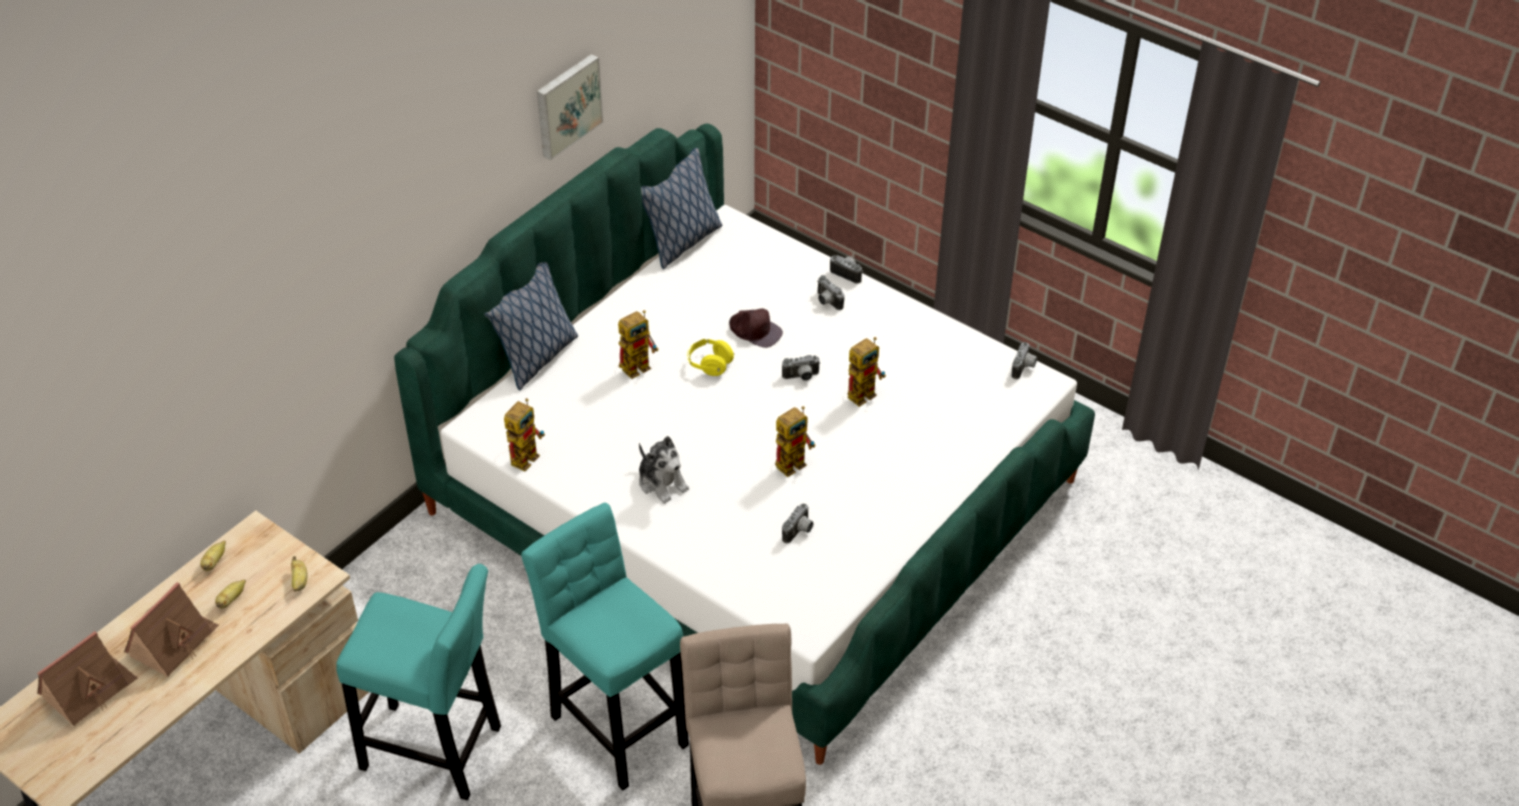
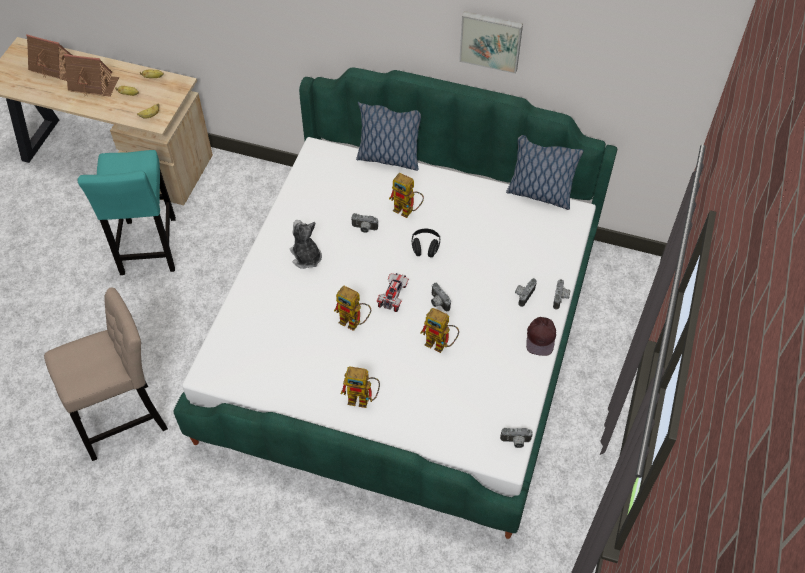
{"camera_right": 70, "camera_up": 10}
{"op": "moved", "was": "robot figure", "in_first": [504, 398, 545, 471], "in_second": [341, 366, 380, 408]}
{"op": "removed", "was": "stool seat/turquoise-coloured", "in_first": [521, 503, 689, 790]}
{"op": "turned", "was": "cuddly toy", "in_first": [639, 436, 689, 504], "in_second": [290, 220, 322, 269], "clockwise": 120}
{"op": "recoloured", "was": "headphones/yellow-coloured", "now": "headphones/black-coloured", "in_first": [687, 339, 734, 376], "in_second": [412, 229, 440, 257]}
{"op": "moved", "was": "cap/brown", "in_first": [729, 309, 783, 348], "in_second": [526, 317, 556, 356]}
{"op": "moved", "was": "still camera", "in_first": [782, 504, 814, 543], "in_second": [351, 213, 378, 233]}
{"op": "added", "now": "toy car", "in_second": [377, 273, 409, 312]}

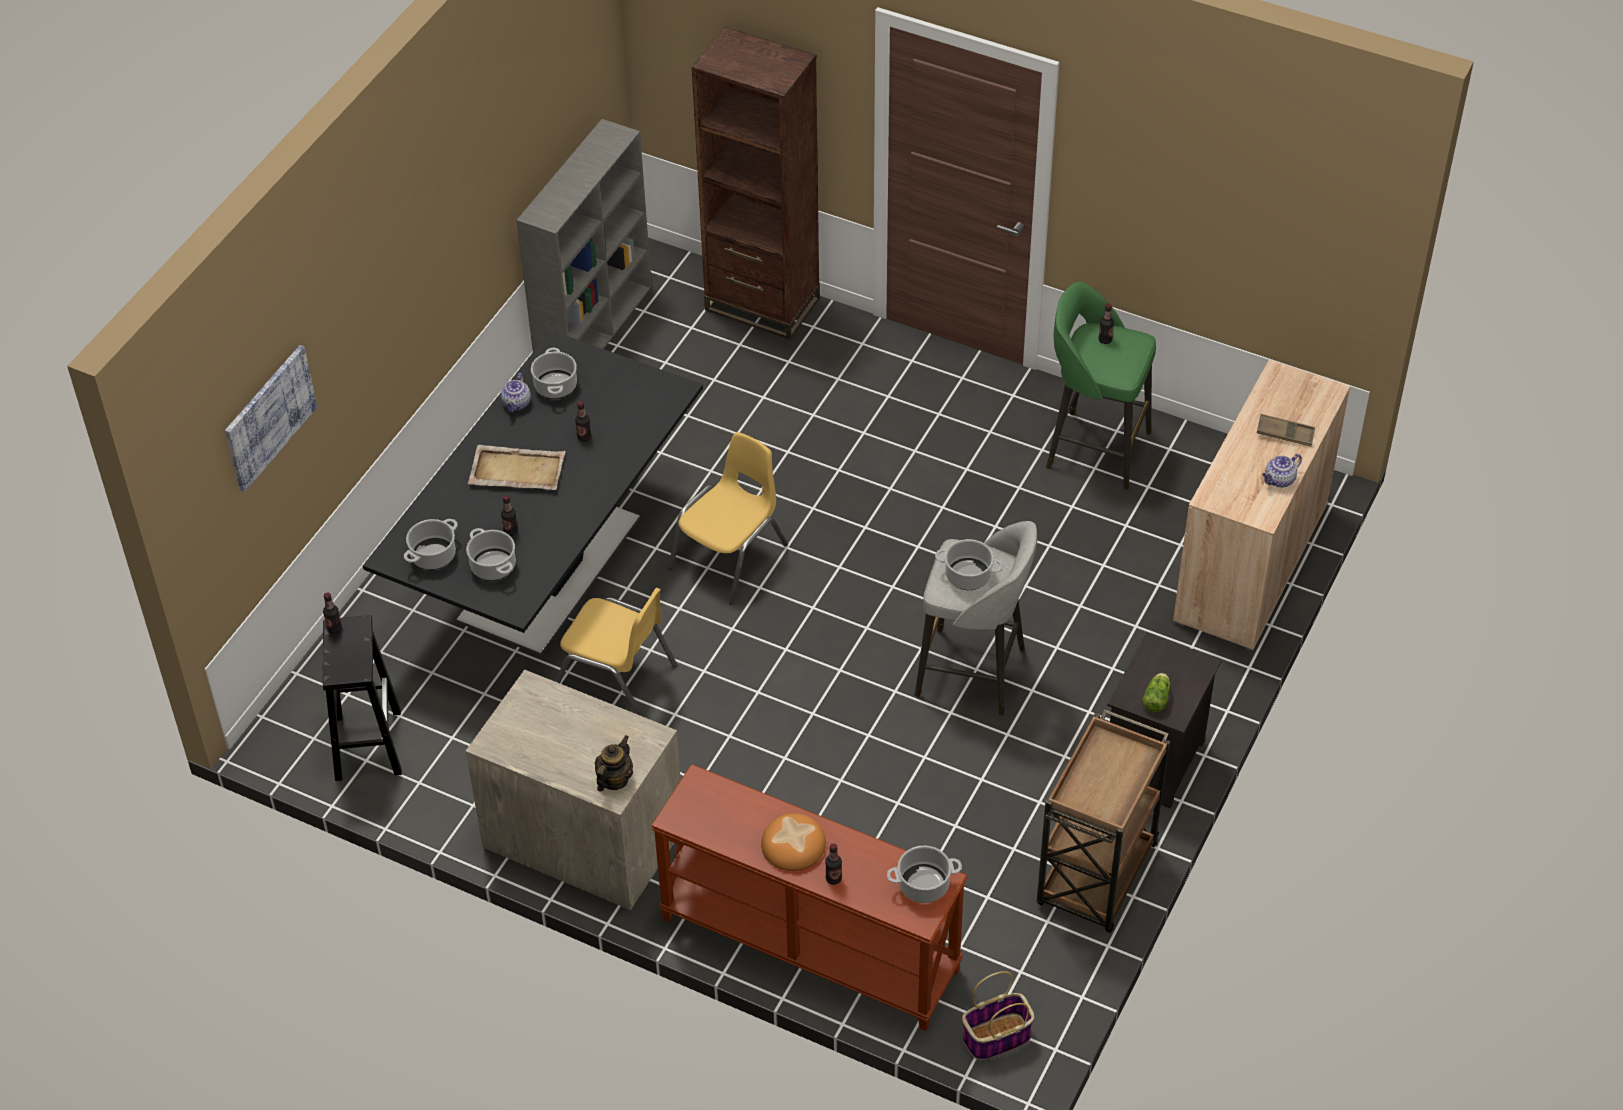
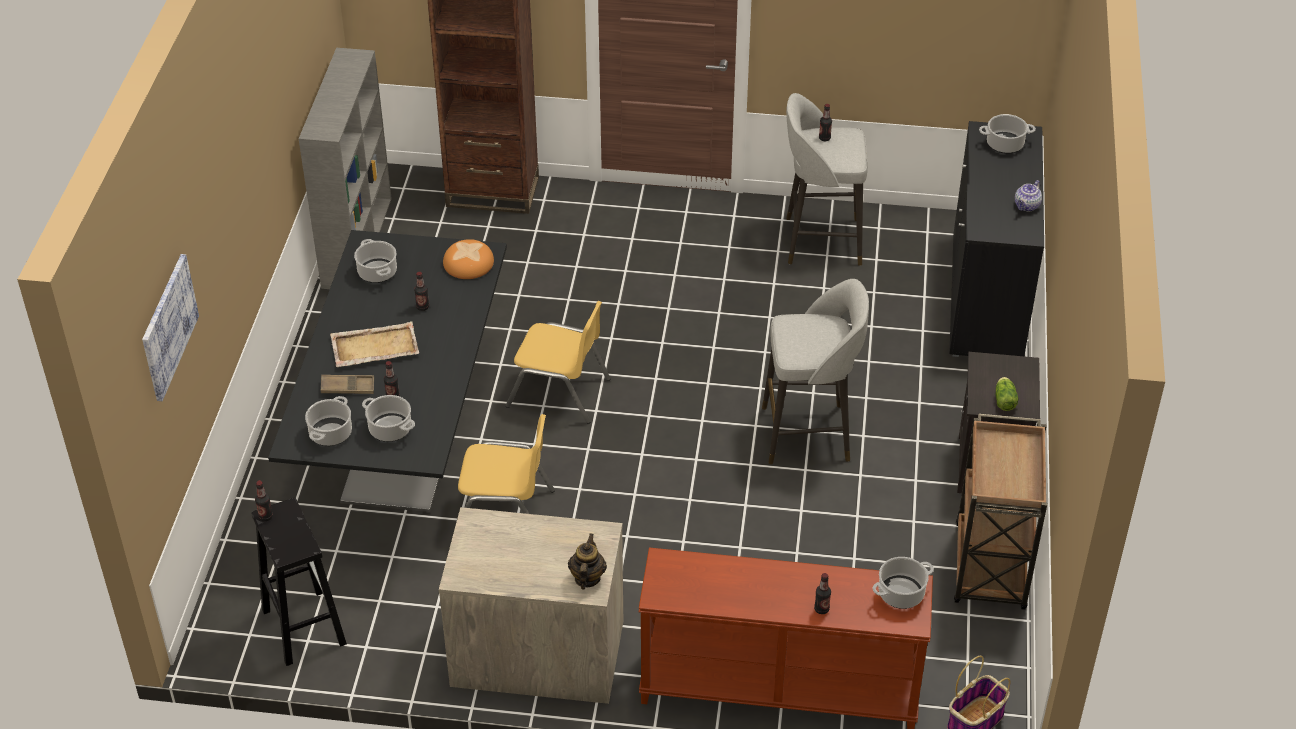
{"camera_right": -20, "camera_up": -5}
{"op": "removed", "was": "teapot", "in_first": [501, 373, 531, 412]}
{"op": "turned", "was": "plain chair/yellow-coloured", "in_first": [668, 432, 788, 605], "in_second": [506, 301, 611, 424], "clockwise": 90}
{"op": "moved", "was": "baked bread", "in_first": [761, 813, 826, 871], "in_second": [443, 239, 494, 279]}
{"op": "moved", "was": "cooking pot", "in_first": [935, 539, 1003, 590], "in_second": [979, 114, 1036, 154]}
{"op": "recoloured", "was": "stool seat/greenish", "now": "stool seat/greyish", "in_first": [1046, 282, 1156, 490], "in_second": [786, 93, 868, 266]}
{"op": "recoloured", "was": "cabinet/beige", "now": "cabinet/black-coloured", "in_first": [1173, 360, 1350, 651], "in_second": [949, 121, 1044, 357]}
{"op": "moved", "was": "serving tray/brown", "in_first": [1257, 414, 1315, 447], "in_second": [321, 375, 374, 394]}

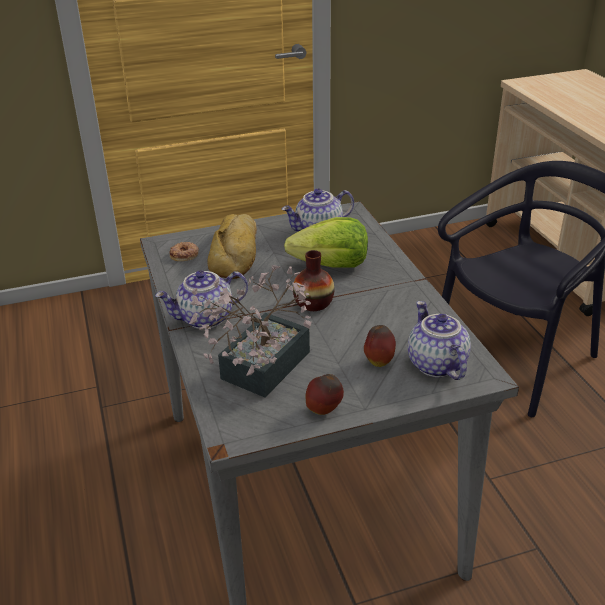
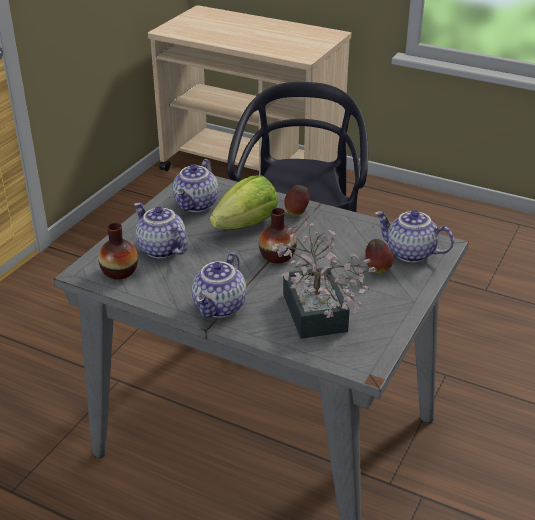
{"camera_right": -45, "camera_up": 0}
{"op": "replaced", "was": "ring doughnut", "now": "decorative vase", "in_first": [169, 242, 199, 261], "in_second": [98, 223, 138, 280]}
{"op": "replaced", "was": "baked bread", "now": "teapot", "in_first": [208, 214, 257, 279], "in_second": [134, 203, 187, 258]}
{"op": "moved", "was": "apple fruit", "in_first": [306, 374, 344, 415], "in_second": [284, 185, 310, 216]}

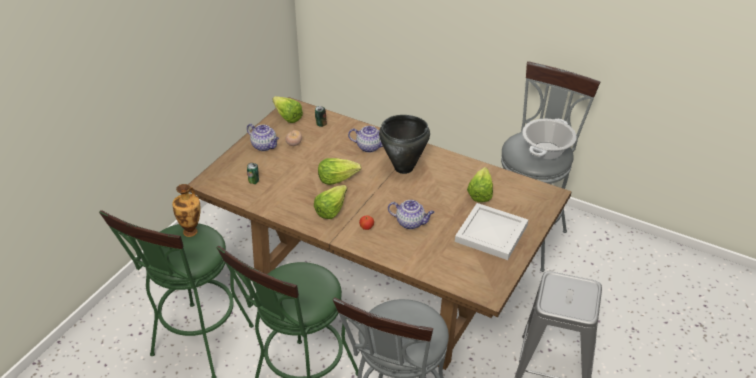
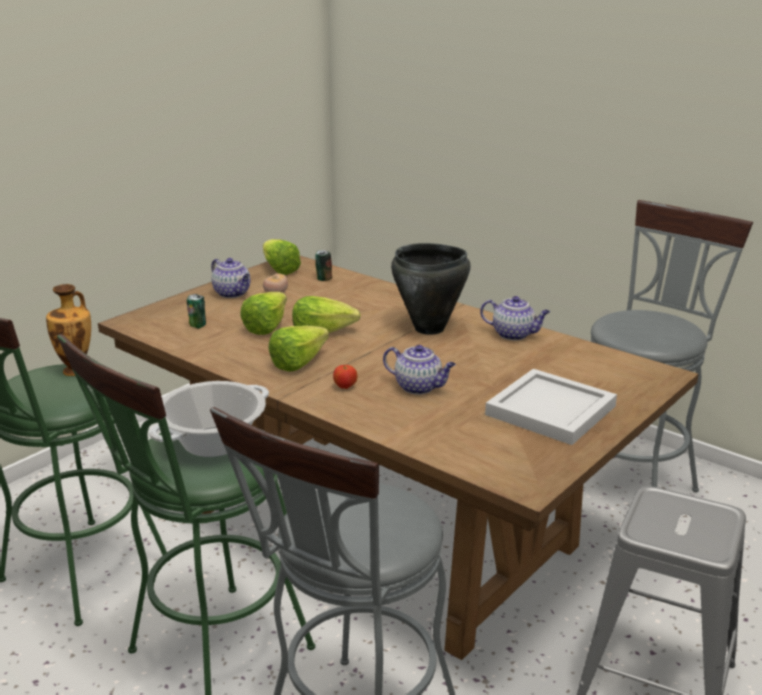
{"camera_right": 10, "camera_up": -15}
{"op": "moved", "was": "teapot", "in_first": [348, 126, 383, 153], "in_second": [480, 296, 550, 341]}
{"op": "moved", "was": "head of lettuce", "in_first": [467, 167, 493, 202], "in_second": [240, 292, 287, 335]}
{"op": "moved", "was": "cooking pot", "in_first": [522, 119, 577, 159], "in_second": [149, 381, 269, 457]}

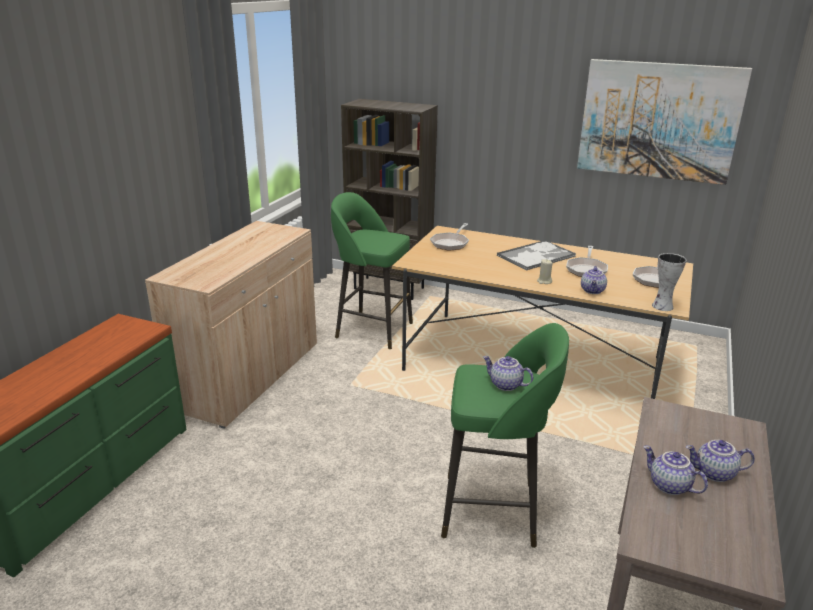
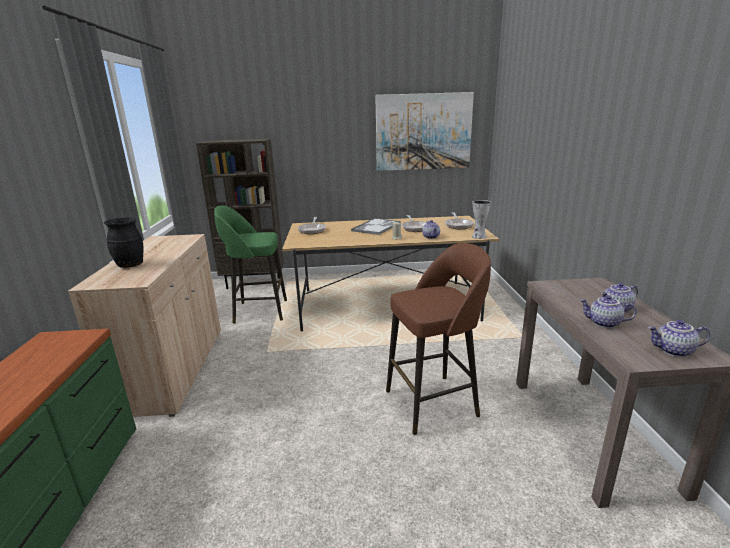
{"camera_right": -25, "camera_up": -5}
{"op": "recoloured", "was": "stool seat/greenish", "now": "stool seat/brown", "in_first": [441, 323, 569, 548], "in_second": [386, 243, 491, 435]}
{"op": "moved", "was": "teapot", "in_first": [483, 356, 533, 391], "in_second": [648, 320, 710, 357]}
{"op": "added", "now": "decorative vase/black-coloured", "in_second": [104, 217, 144, 268]}

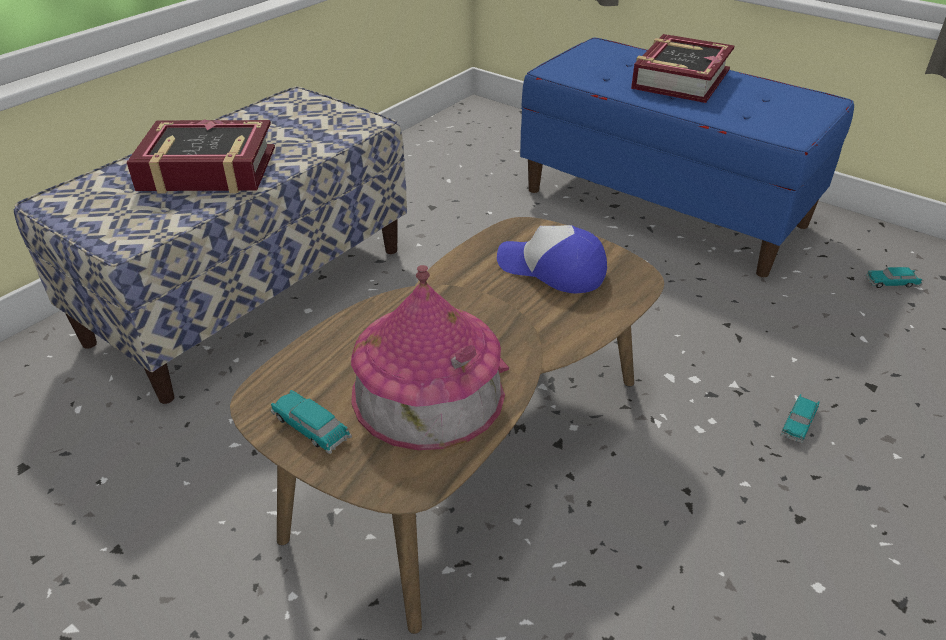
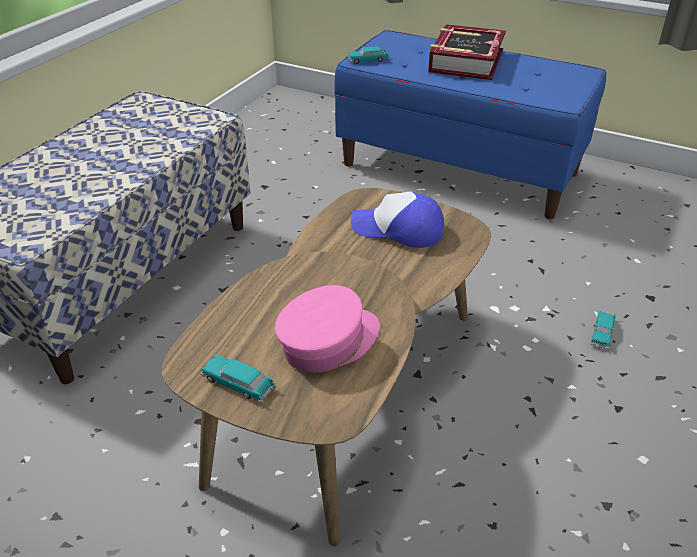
{"camera_right": -10, "camera_up": 0}
{"op": "removed", "was": "book", "in_first": [127, 119, 275, 193]}
{"op": "replaced", "was": "toy house", "now": "cap/pink-coloured", "in_first": [351, 265, 509, 450], "in_second": [275, 285, 380, 373]}
{"op": "moved", "was": "toy car", "in_first": [865, 267, 922, 288], "in_second": [348, 47, 390, 64]}

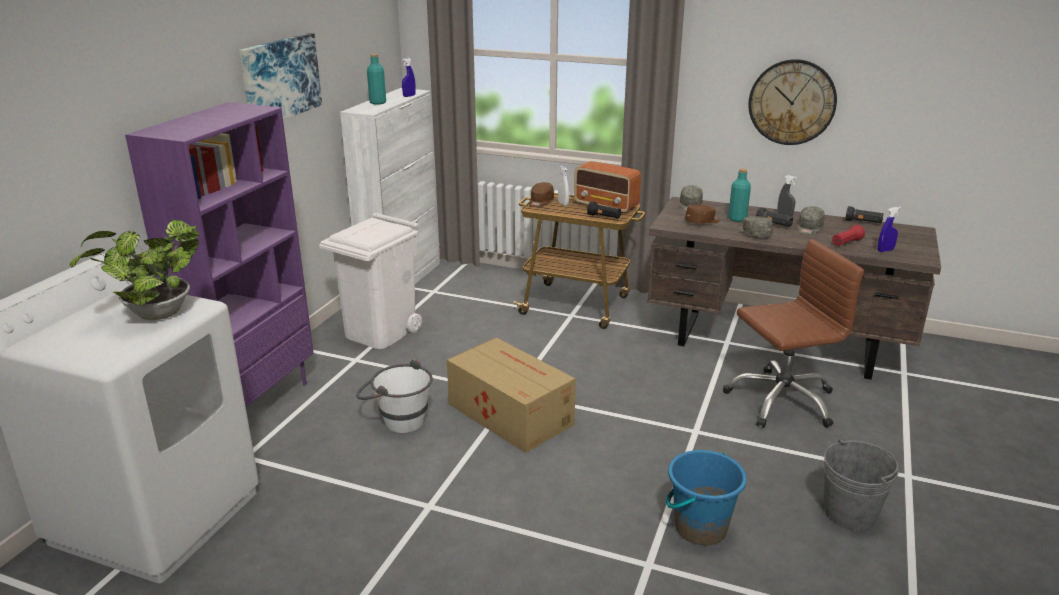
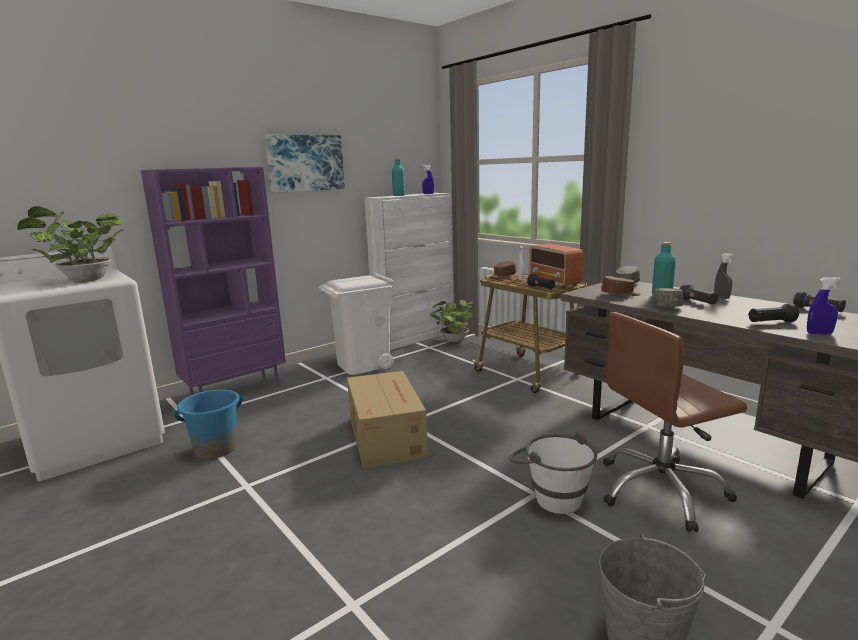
{"camera_right": 30, "camera_up": -10}
{"op": "moved", "was": "water bucket/whitish", "in_first": [356, 359, 433, 433], "in_second": [509, 432, 597, 514]}
{"op": "moved", "was": "water bucket/bluish", "in_first": [665, 450, 747, 545], "in_second": [174, 390, 243, 459]}
{"op": "turned", "was": "desk chair/brown", "in_first": [723, 239, 864, 428], "in_second": [603, 312, 747, 532], "clockwise": 150}
{"op": "removed", "was": "wall clock", "in_first": [748, 59, 837, 145]}
{"op": "removed", "was": "cap/greyish", "in_first": [797, 206, 825, 235]}
{"op": "recoloured", "was": "flashlight/red-coloured", "now": "flashlight/black-coloured", "in_first": [832, 225, 865, 246], "in_second": [748, 304, 799, 322]}
{"op": "added", "now": "potted plant", "in_second": [429, 300, 473, 342]}

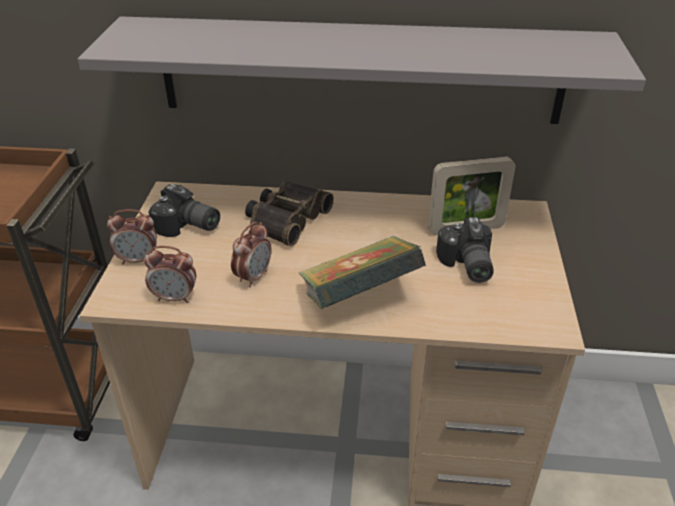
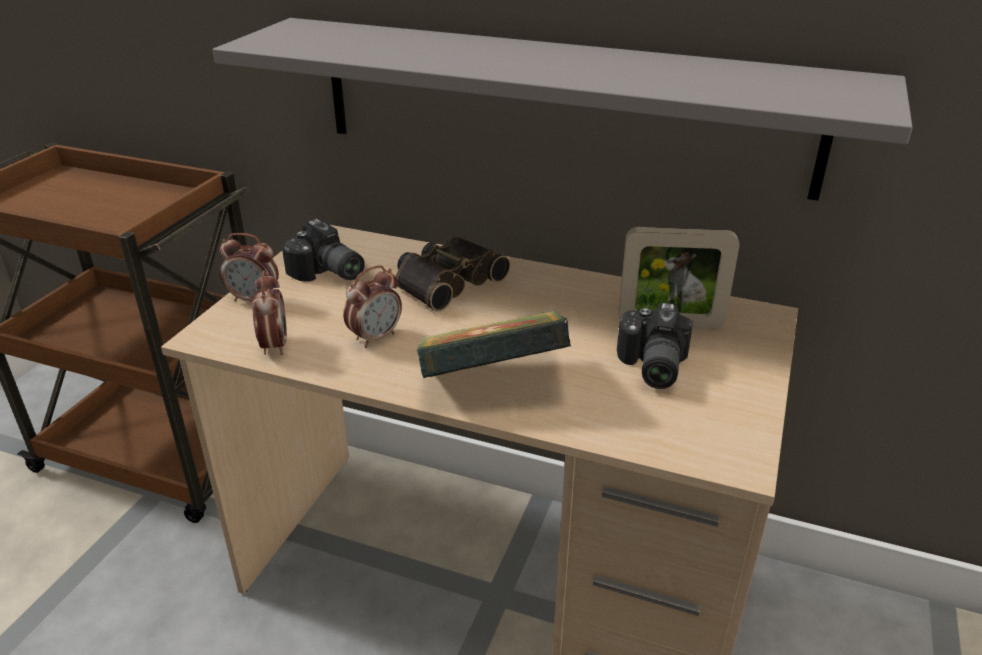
{"camera_right": 15, "camera_up": -5}
{"op": "turned", "was": "table clock", "in_first": [144, 246, 196, 303], "in_second": [253, 271, 287, 355], "clockwise": -120}

